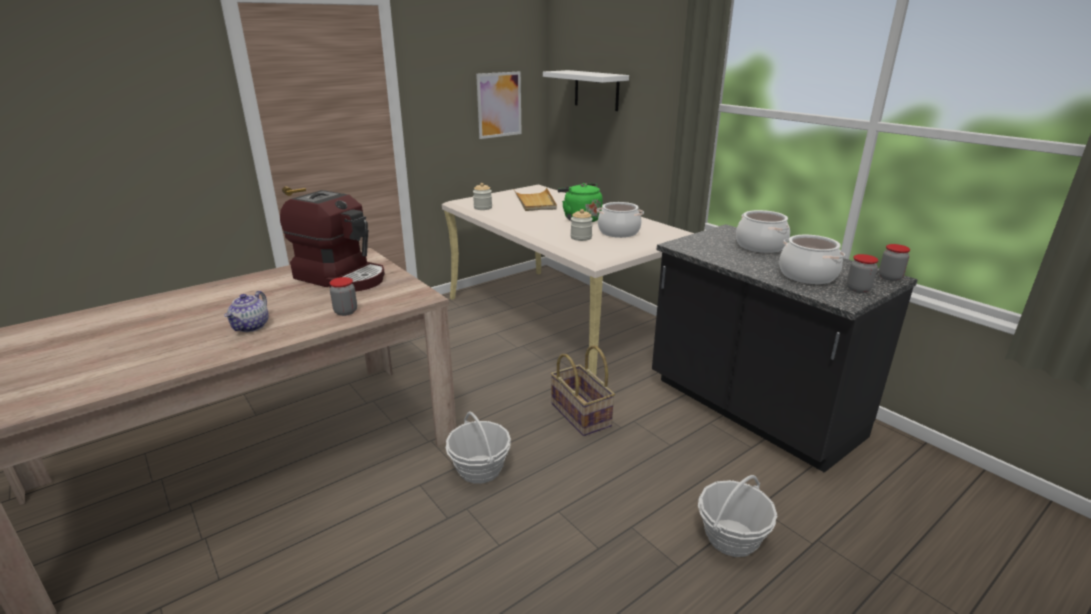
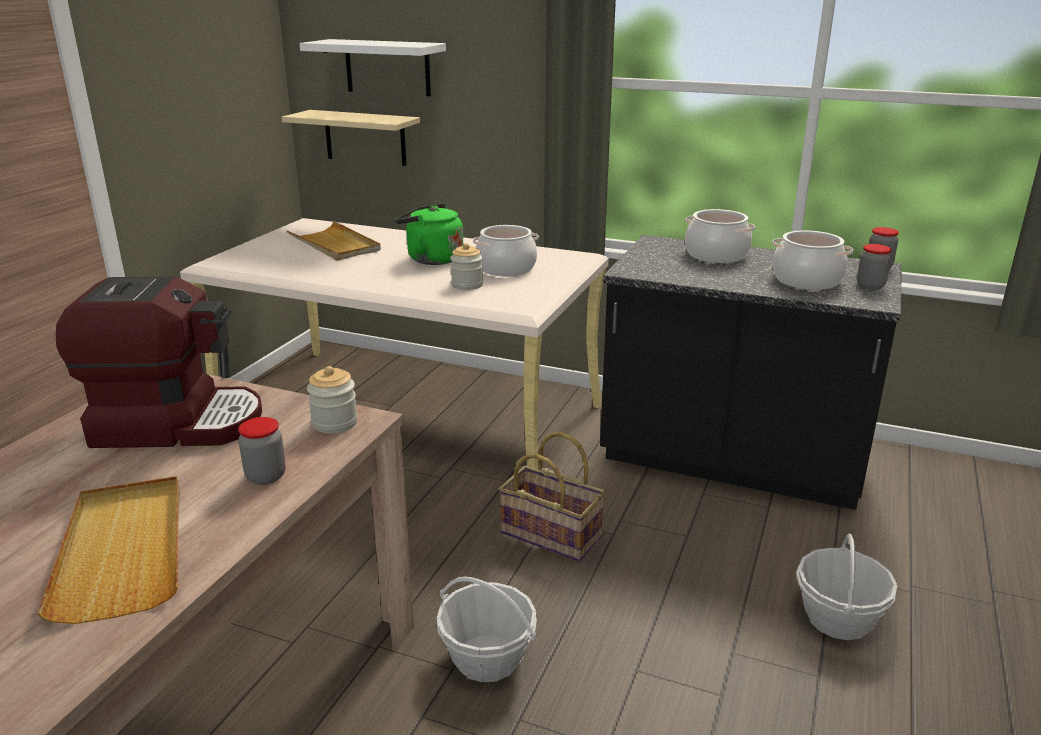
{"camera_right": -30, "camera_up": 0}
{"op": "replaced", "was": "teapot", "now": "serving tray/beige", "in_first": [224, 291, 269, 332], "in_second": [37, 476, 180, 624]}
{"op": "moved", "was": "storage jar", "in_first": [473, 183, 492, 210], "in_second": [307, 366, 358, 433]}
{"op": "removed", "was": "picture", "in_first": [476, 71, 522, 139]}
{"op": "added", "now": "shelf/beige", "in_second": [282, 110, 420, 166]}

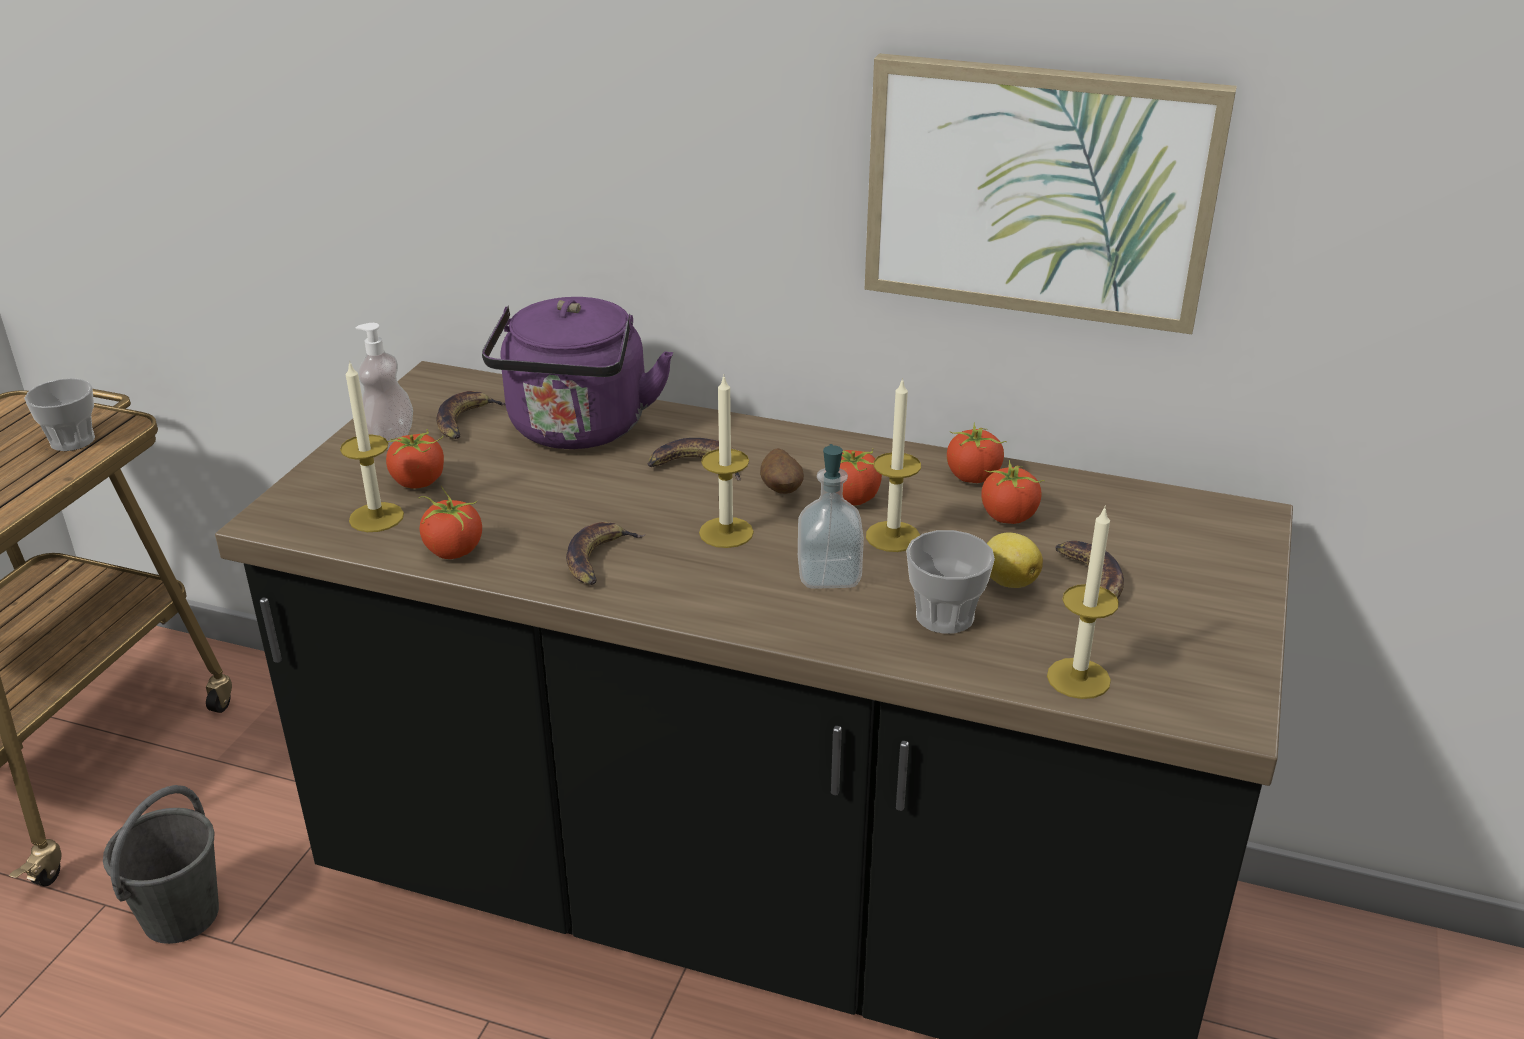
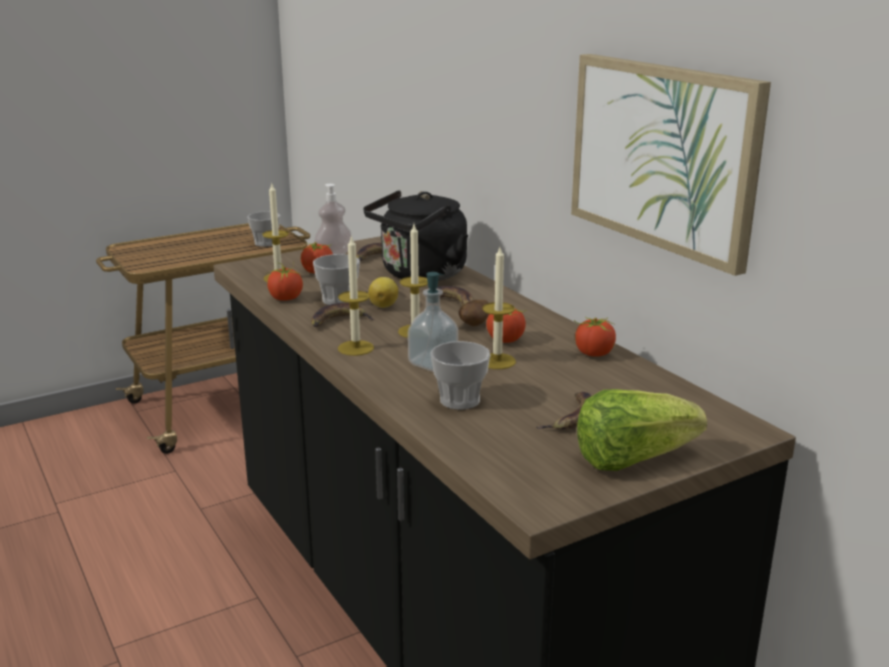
{"camera_right": 40, "camera_up": -10}
{"op": "removed", "was": "water bucket/greyish", "in_first": [103, 785, 219, 944]}
{"op": "recoloured", "was": "kettle/purplish", "now": "kettle/black-coloured", "in_first": [482, 297, 673, 449], "in_second": [363, 190, 468, 281]}
{"op": "removed", "was": "fresh tomato", "in_first": [981, 460, 1045, 524]}
{"op": "moved", "was": "lemon", "in_first": [987, 532, 1043, 588], "in_second": [368, 277, 398, 308]}
{"op": "moved", "was": "wax candle", "in_first": [1047, 506, 1119, 699], "in_second": [338, 235, 374, 356]}
{"op": "added", "now": "small cup", "in_second": [313, 254, 360, 305]}
{"op": "added", "now": "head of lettuce", "in_second": [577, 389, 707, 471]}

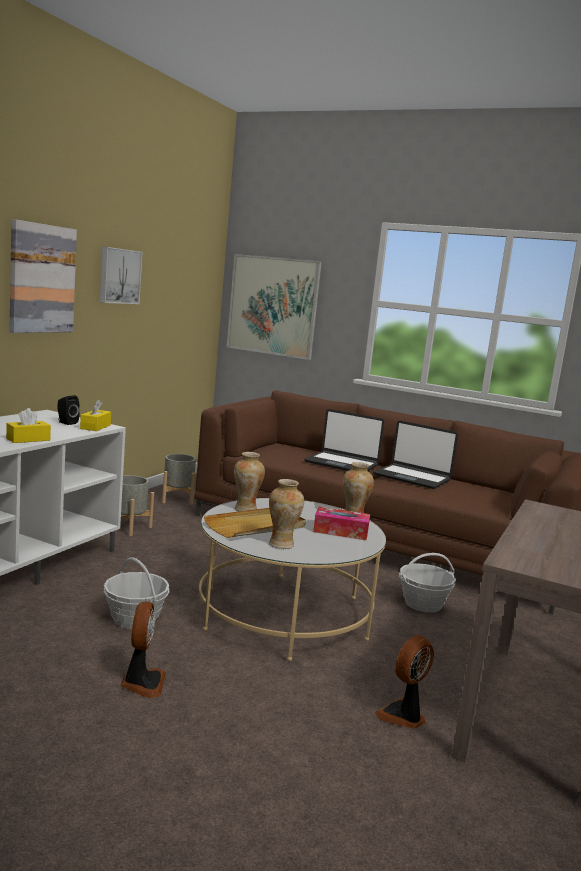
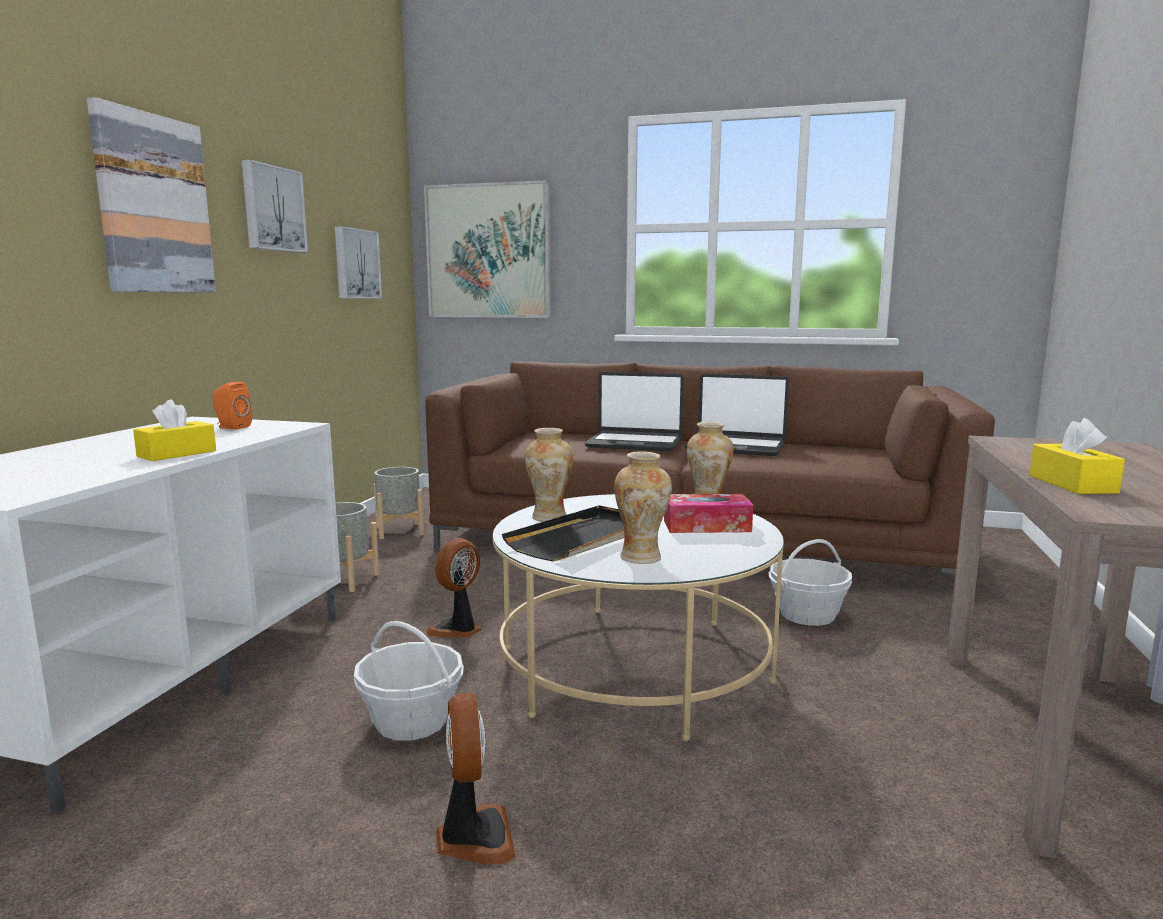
{"camera_right": -10, "camera_up": 0}
{"op": "recoloured", "was": "speaker/black-coloured", "now": "speaker/orangey", "in_first": [57, 395, 80, 425], "in_second": [212, 381, 252, 430]}
{"op": "moved", "was": "box of tissues/yellow-coloured", "in_first": [80, 400, 111, 431], "in_second": [1030, 418, 1125, 494]}
{"op": "recoloured", "was": "serving tray/beige", "now": "serving tray/black-coloured", "in_first": [204, 508, 306, 538], "in_second": [502, 505, 624, 561]}
{"op": "moved", "was": "fan", "in_first": [375, 635, 434, 729], "in_second": [426, 538, 482, 637]}
{"op": "added", "now": "picture", "in_second": [335, 226, 382, 298]}

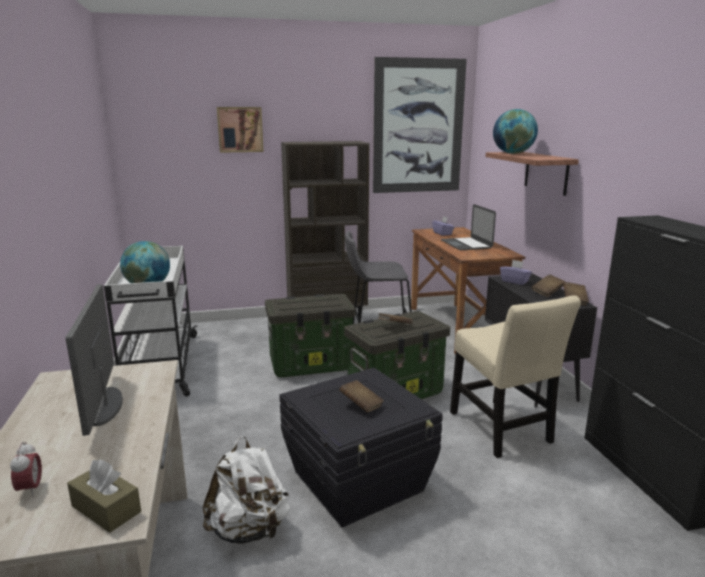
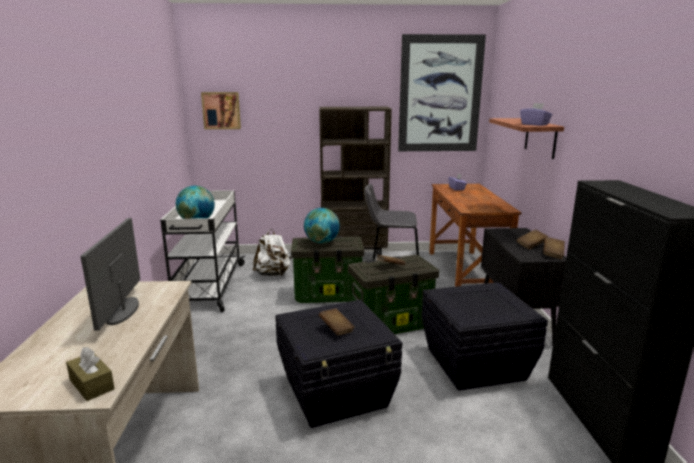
{"camera_right": 10, "camera_up": 0}
{"op": "removed", "was": "table clock", "in_first": [10, 442, 42, 497]}
{"op": "moved", "was": "backpack/whitish", "in_first": [203, 436, 290, 544], "in_second": [253, 229, 291, 276]}
{"op": "moved", "was": "picture", "in_first": [217, 107, 263, 153], "in_second": [201, 92, 241, 129]}
{"op": "removed", "was": "portable computer", "in_first": [441, 204, 496, 250]}
{"op": "replaced", "was": "plain chair/beige", "now": "storage box/black-coloured", "in_first": [450, 296, 581, 458], "in_second": [422, 282, 548, 391]}
{"op": "moved", "was": "globe", "in_first": [493, 109, 538, 154], "in_second": [304, 208, 340, 244]}
{"op": "moved", "was": "box of tissues/purplish", "in_first": [500, 260, 532, 285], "in_second": [520, 103, 552, 126]}

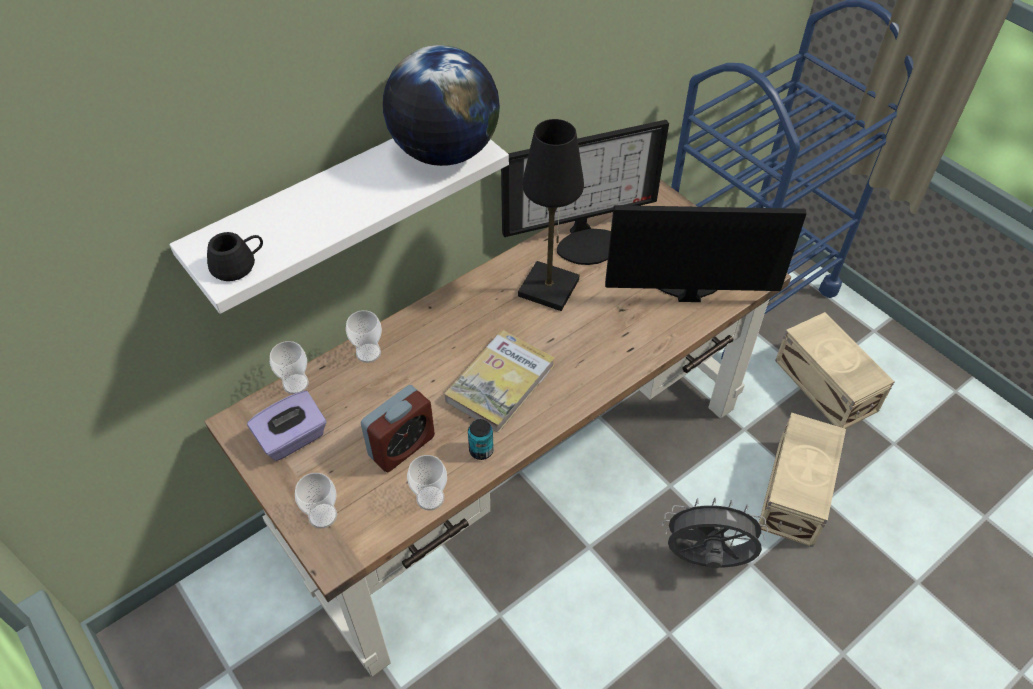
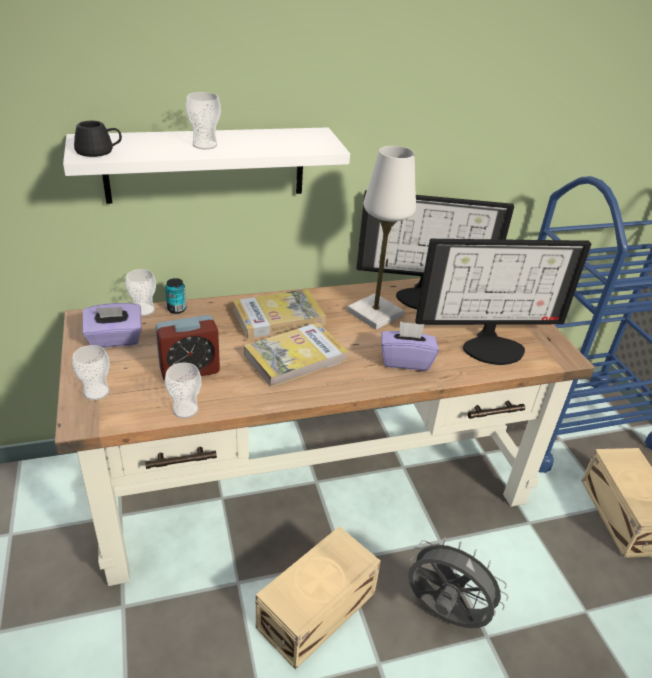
{"camera_right": 20, "camera_up": -15}
{"op": "moved", "was": "small cup", "in_first": [346, 310, 382, 363], "in_second": [185, 92, 221, 149]}
{"op": "removed", "was": "globe", "in_first": [383, 45, 500, 166]}
{"op": "moved", "was": "sealed can", "in_first": [468, 419, 494, 460], "in_second": [165, 278, 187, 314]}
{"op": "recoloured", "was": "lamp for a table/black-coloured", "now": "lamp for a table/whitish", "in_first": [518, 119, 584, 311], "in_second": [347, 146, 416, 330]}
{"op": "turned", "was": "computer display", "in_first": [605, 205, 807, 302], "in_second": [415, 239, 591, 365], "clockwise": 150}
{"op": "moved", "was": "storage box/beige", "in_first": [759, 412, 846, 547], "in_second": [256, 526, 381, 670]}
{"op": "added", "now": "book", "in_second": [233, 289, 326, 339]}
{"op": "added", "now": "box of tissues/purplish", "in_second": [381, 321, 439, 371]}

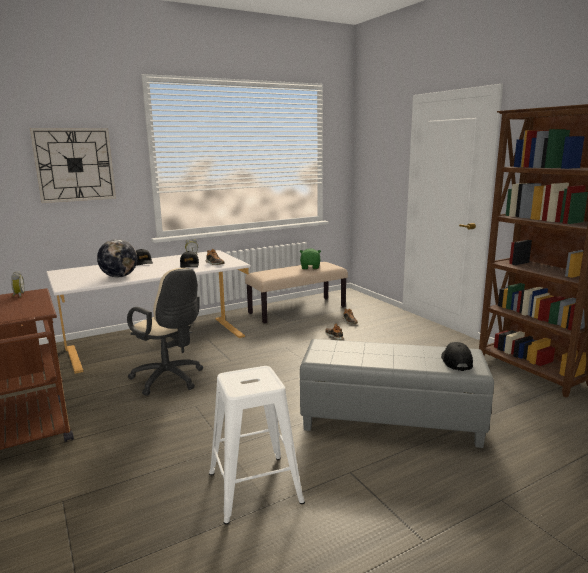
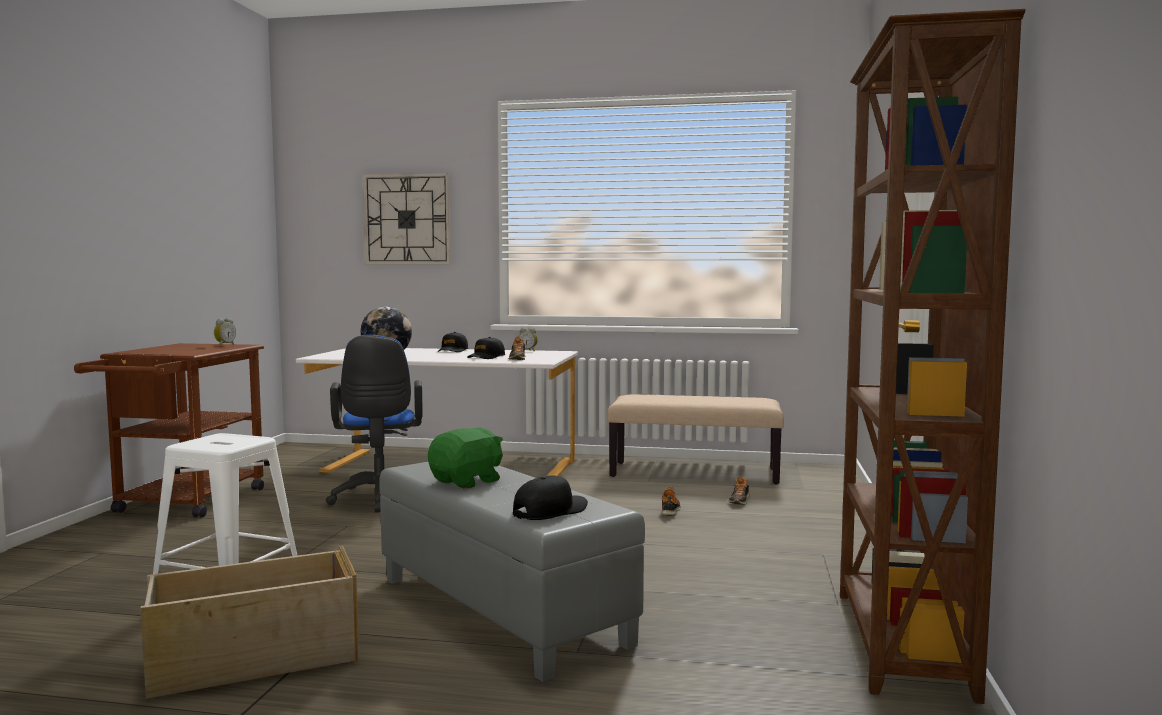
{"camera_right": 40, "camera_up": -10}
{"op": "recoloured", "was": "desk chair/beige", "now": "desk chair/bluish", "in_first": [127, 268, 203, 396], "in_second": [326, 335, 423, 512]}
{"op": "moved", "was": "cuddly toy/greenish", "in_first": [300, 248, 321, 269], "in_second": [428, 427, 503, 489]}
{"op": "added", "now": "storage box/beige", "in_second": [140, 545, 359, 699]}

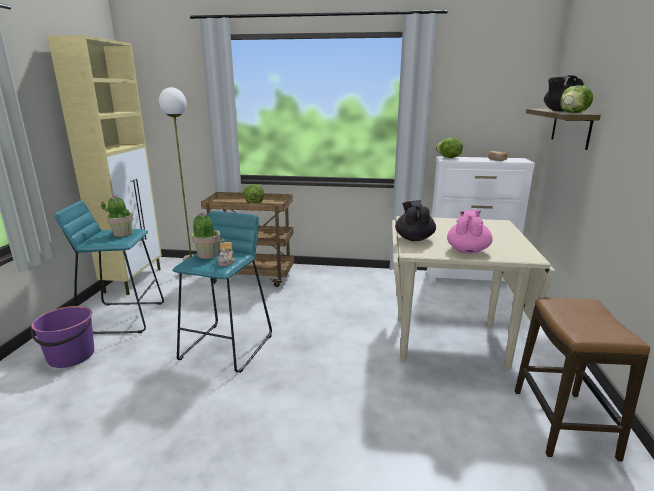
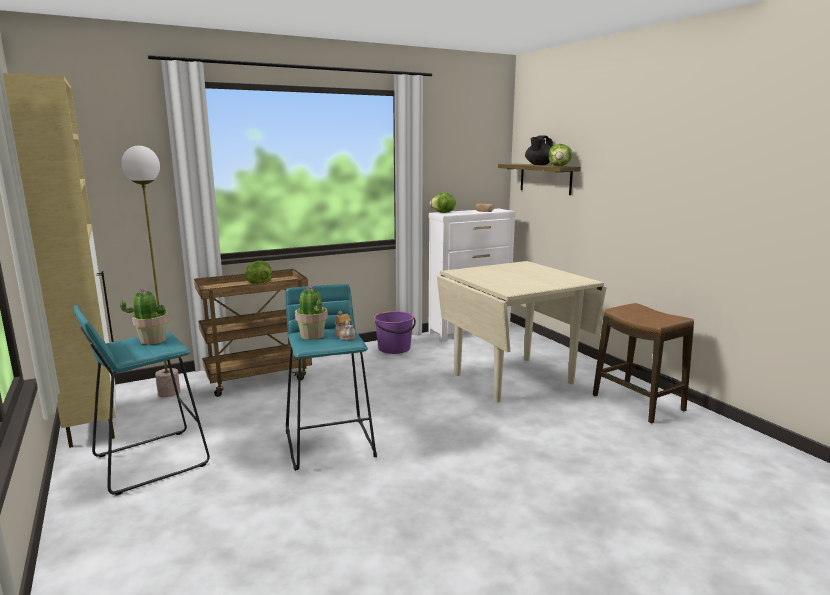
{"camera_right": -35, "camera_up": -5}
{"op": "moved", "was": "water bucket/purplish", "in_first": [31, 306, 94, 368], "in_second": [374, 311, 416, 354]}
{"op": "removed", "was": "teapot/black-coloured", "in_first": [395, 200, 436, 241]}
{"op": "removed", "was": "teapot/pink-coloured", "in_first": [447, 210, 493, 254]}

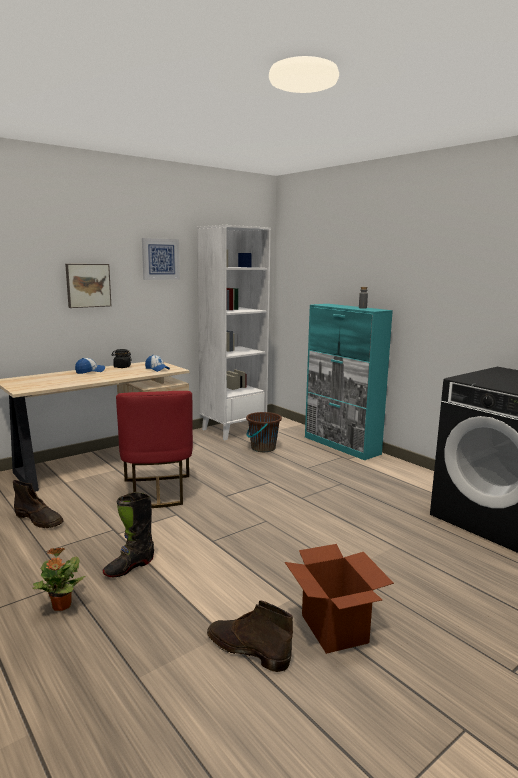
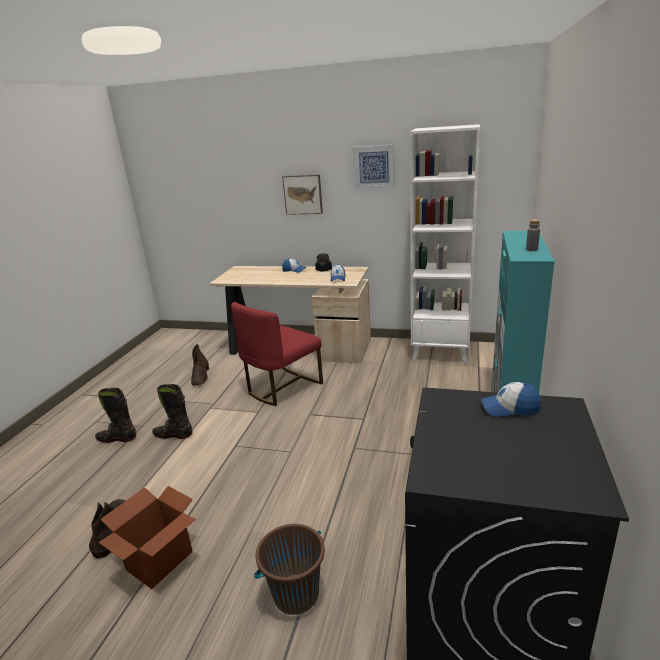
{"camera_right": 55, "camera_up": 10}
{"op": "replaced", "was": "potted plant", "now": "tall boot/black-coloured", "in_first": [33, 548, 85, 611], "in_second": [95, 388, 136, 443]}
{"op": "moved", "was": "water bucket/brown", "in_first": [246, 412, 282, 452], "in_second": [254, 524, 325, 615]}
{"op": "added", "now": "cap", "in_second": [481, 382, 541, 417]}

